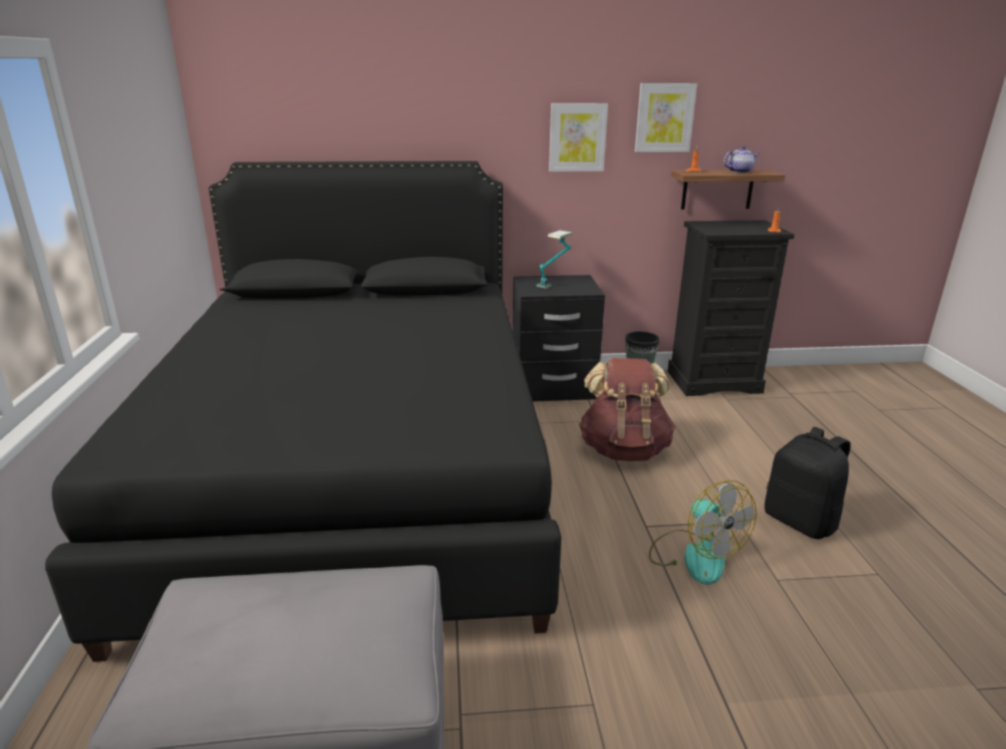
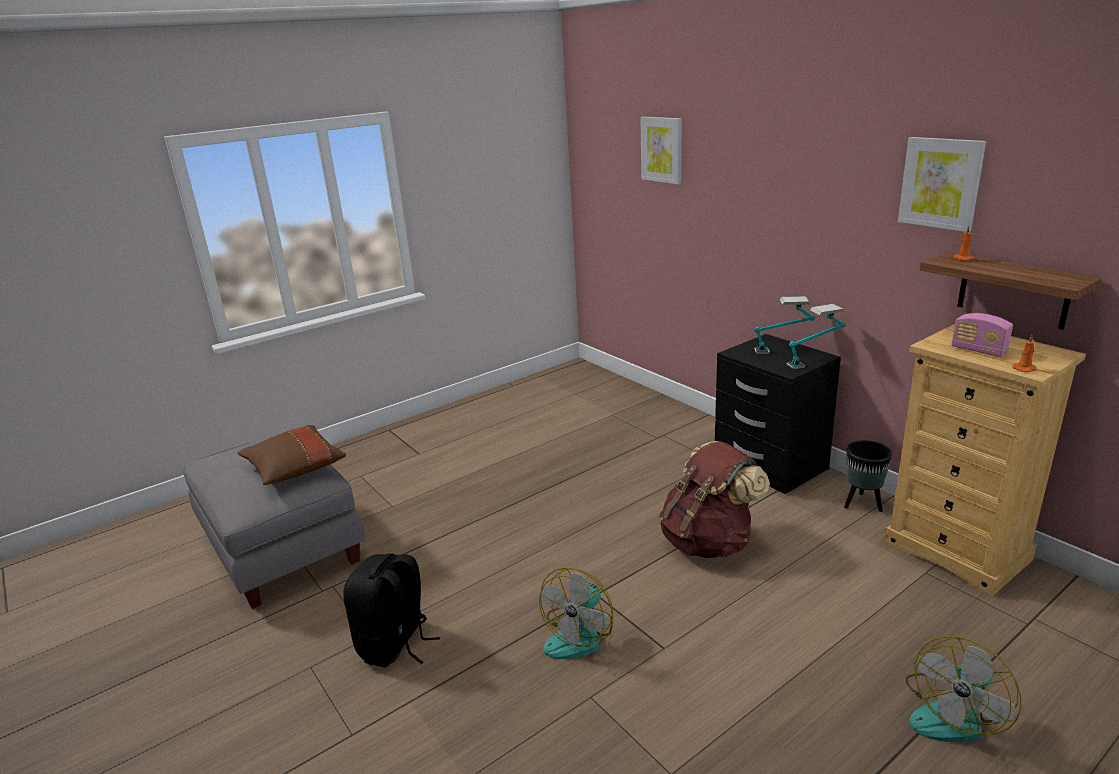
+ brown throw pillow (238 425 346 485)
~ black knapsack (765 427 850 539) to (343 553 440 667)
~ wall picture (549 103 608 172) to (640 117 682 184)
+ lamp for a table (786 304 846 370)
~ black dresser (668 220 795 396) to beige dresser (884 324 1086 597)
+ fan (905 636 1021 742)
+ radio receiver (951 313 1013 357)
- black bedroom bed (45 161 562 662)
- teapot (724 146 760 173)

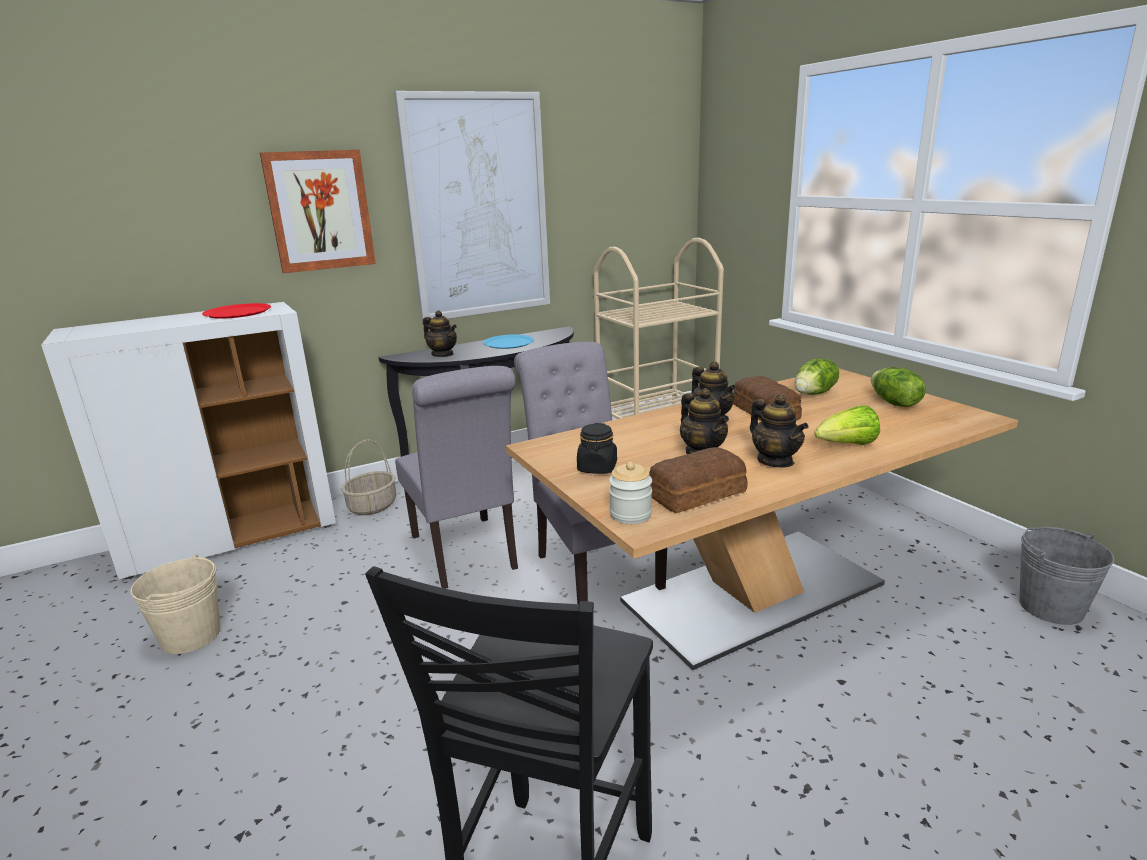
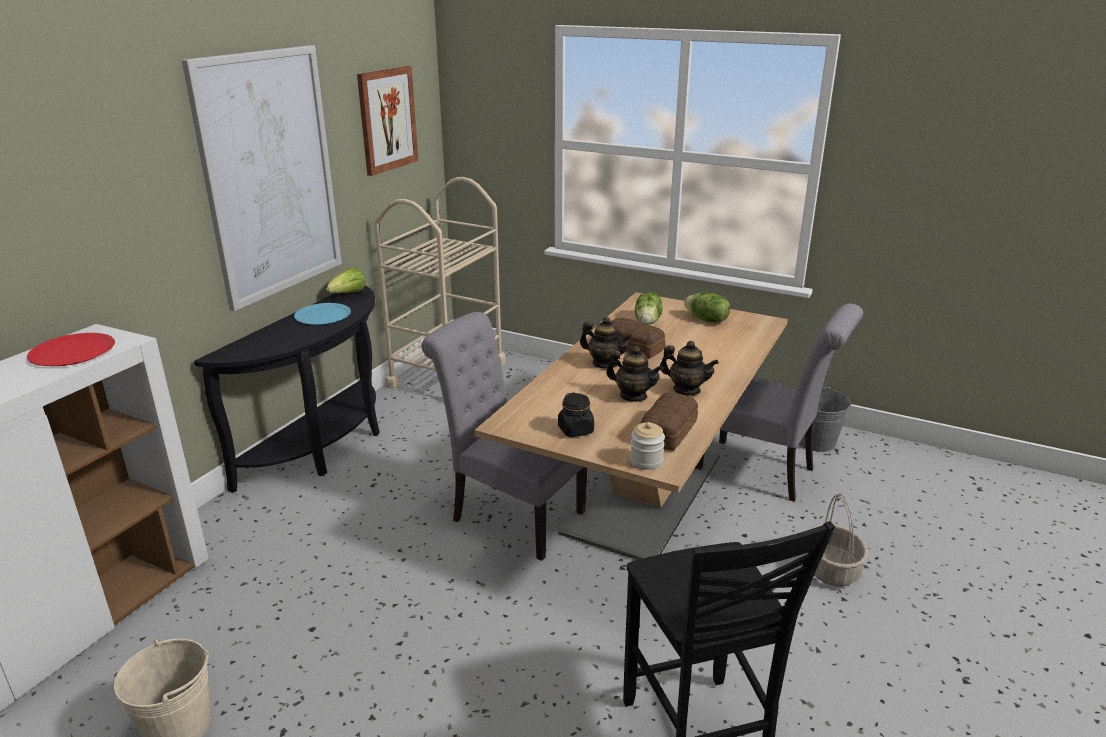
~ lettuce head (815 405 880 445) to (326 267 365 293)
~ wall picture (260 150 376 273) to (357 66 418 176)
~ grey chair (395 366 518 589) to (695 304 863 502)
~ basket (342 439 396 515) to (804 494 868 587)
- teapot (423 311 457 357)

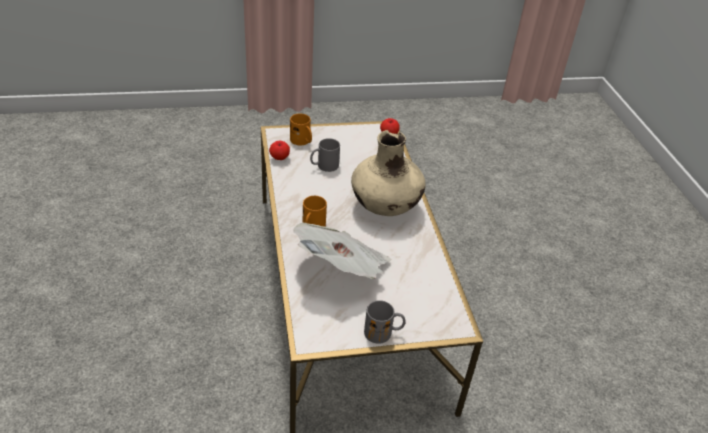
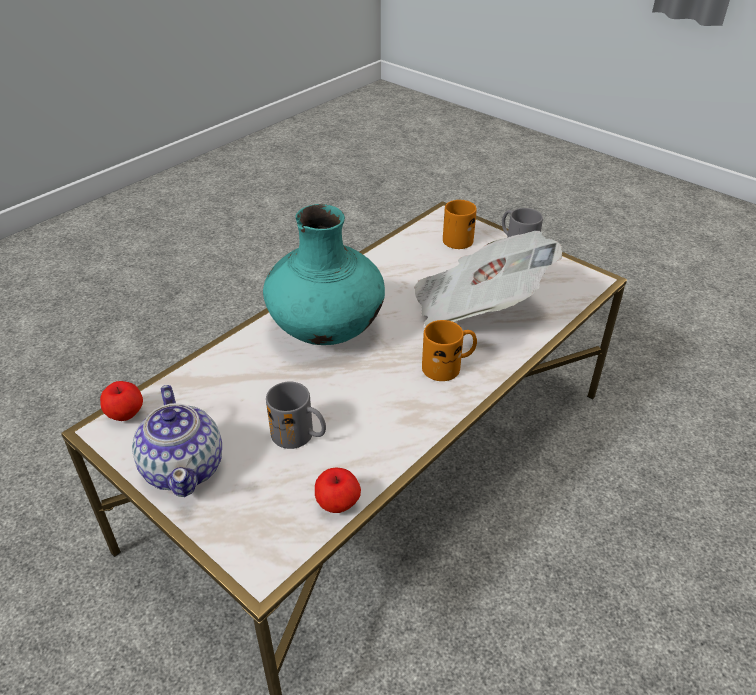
+ teapot (132 385 222 497)
~ beige decorative vase (351 130 426 216) to turquoise-coloured decorative vase (263 204 385 345)
~ orange coffee mug (290 114 312 145) to (443 200 477 249)

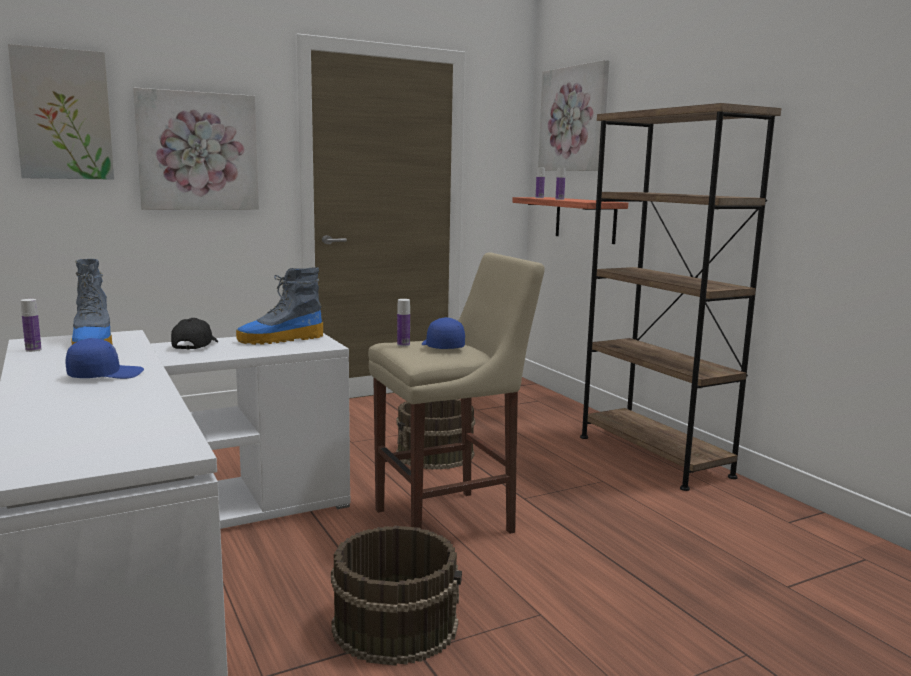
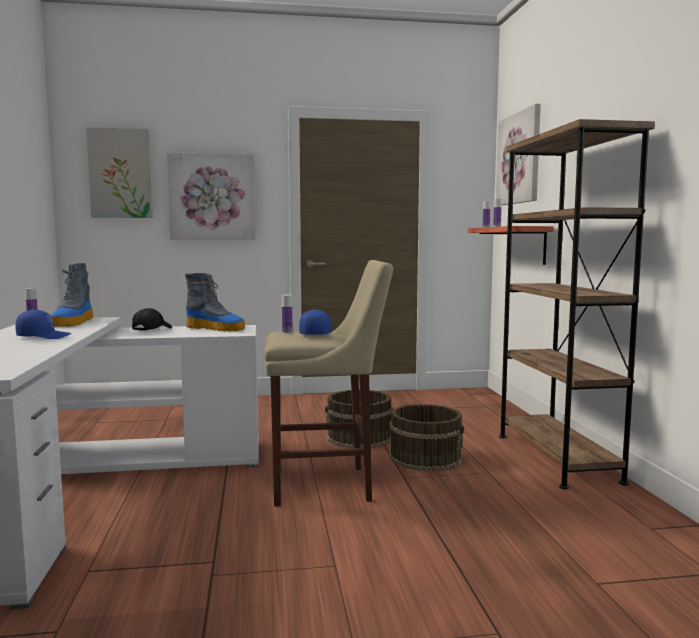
~ tall boot (236 267 323 345) = (185 273 245 332) 150 degrees counterclockwise
~ brown pail (331 526 462 666) to (389 404 464 471)

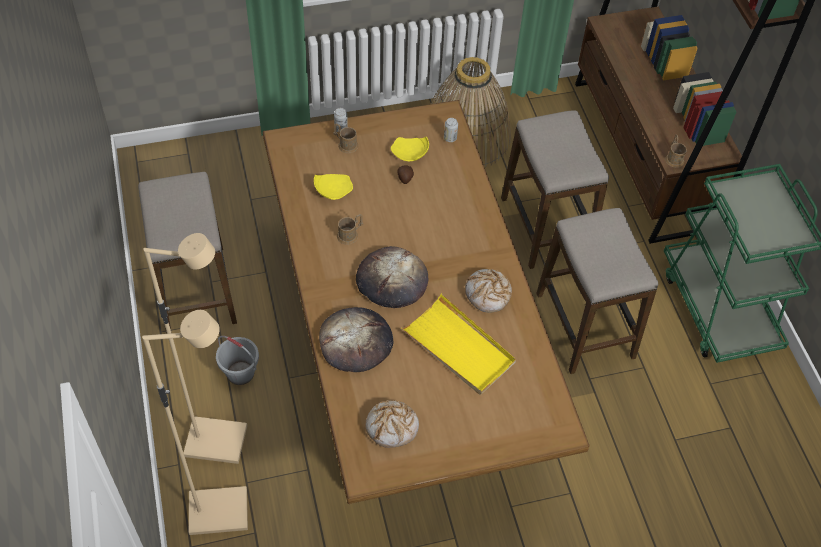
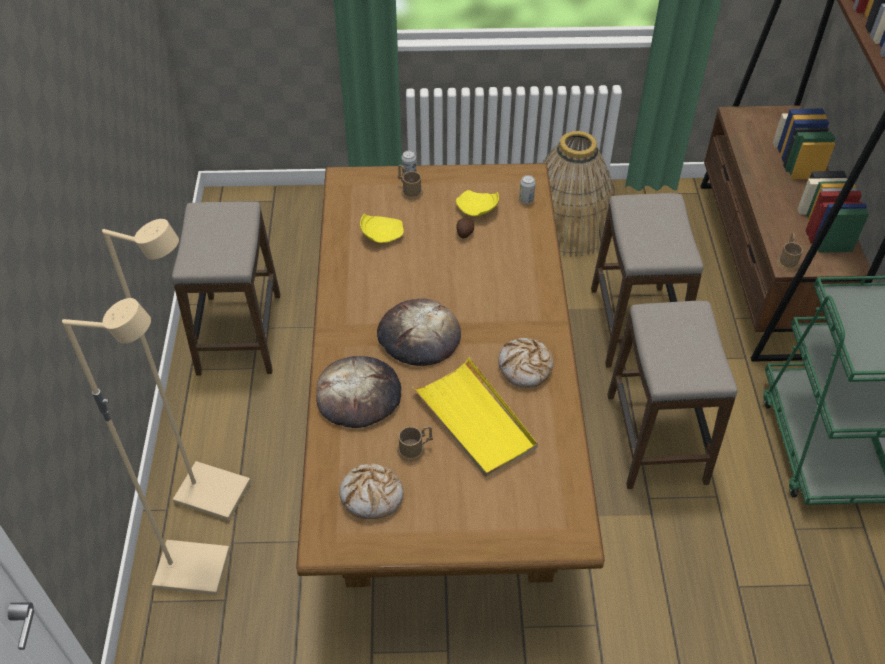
~ brown coffee mug (337 214 363 245) to (397 426 433 462)
- grey pail (216 336 259 385)

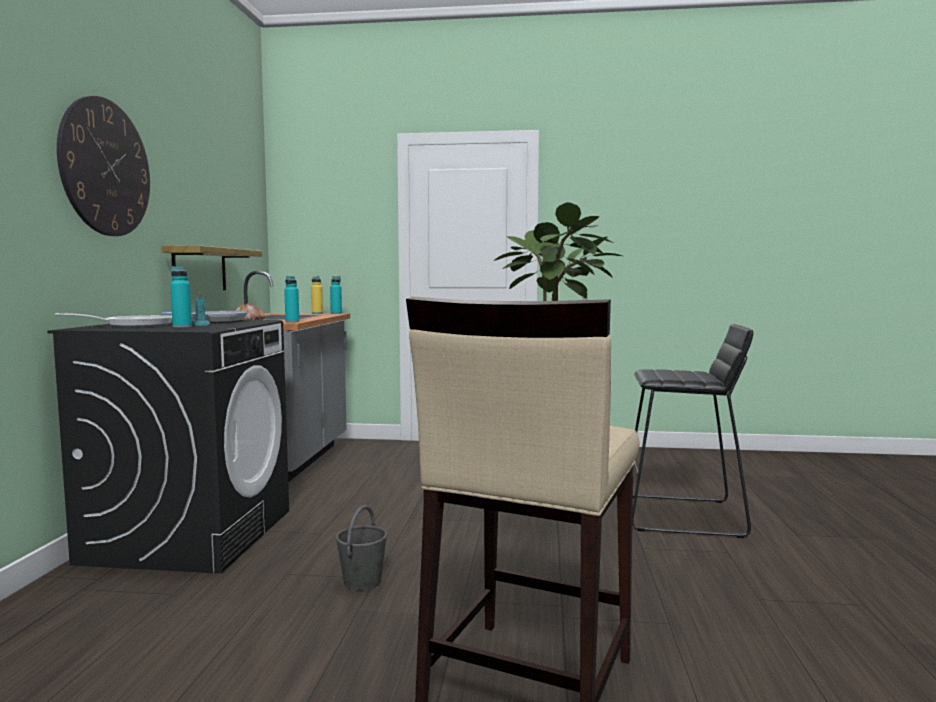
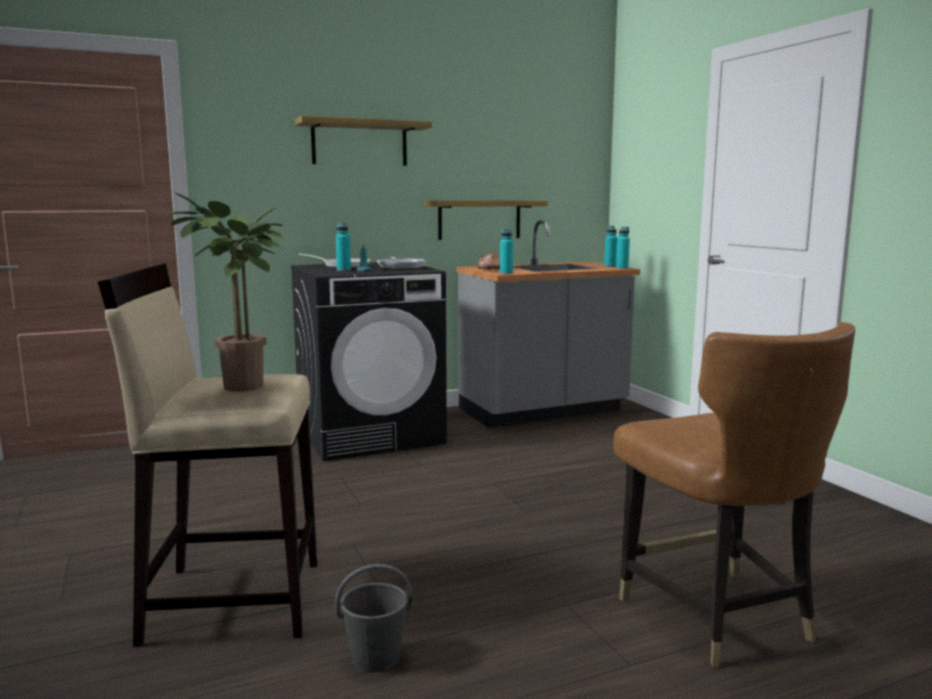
~ clock on the wall (57 96 150 236) to bracket shelf (294 116 432 166)
~ grey pail (336 505 387 591) to (335 564 413 673)
~ yellow drink bottle (311 276 323 314) to turquoise-coloured drink bottle (604 226 617 267)
~ black stool seat (632 324 753 538) to brown chair (613 322 855 668)

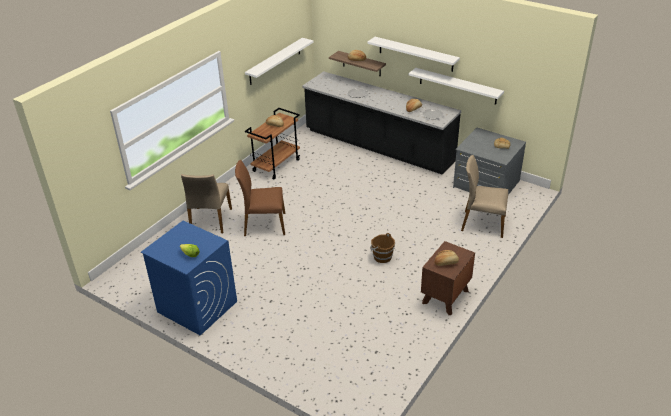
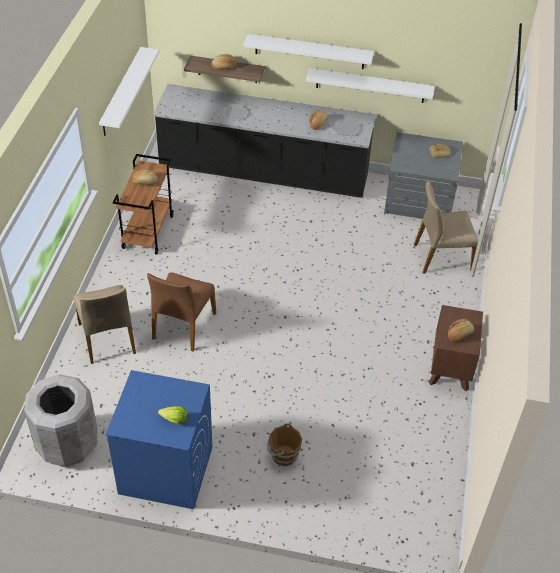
+ grey rubbish bin (24 374 98 467)
~ brown chair (235 160 285 236) = (147 272 216 351) 45 degrees counterclockwise
~ brown pail (370 233 395 263) to (267 423 302 466)

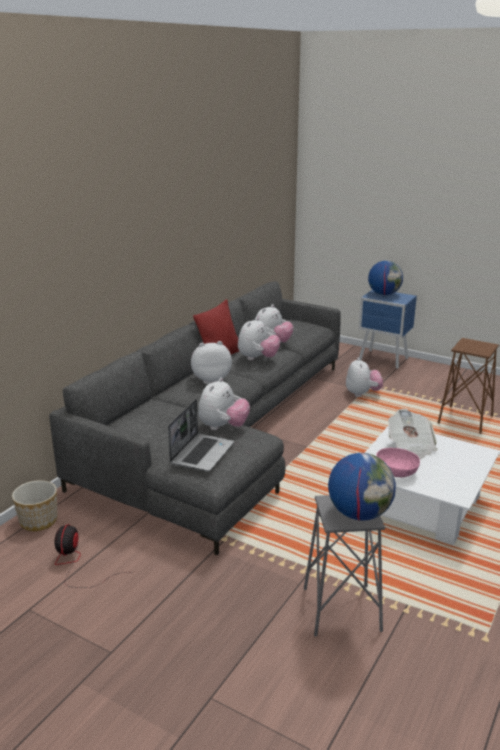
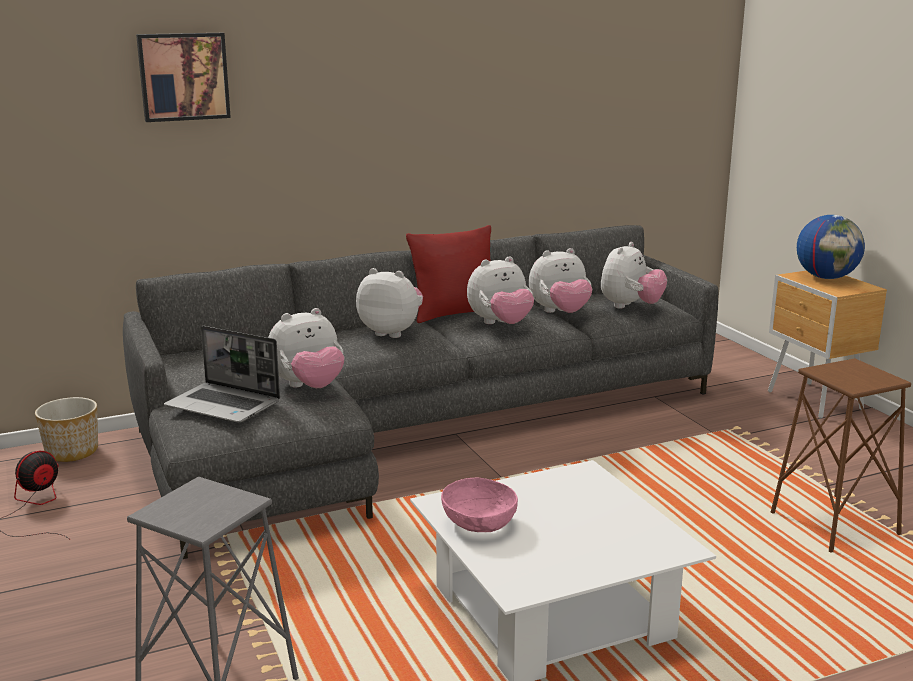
+ wall picture (136 33 231 122)
~ portable computer (168 399 234 471) = (164 326 280 422) 60 degrees clockwise
~ plush toy (346 357 383 397) to (601 242 667 309)
~ blue nightstand (359 290 417 369) to brown nightstand (768 271 887 419)
- world globe (328 453 396 520)
- newspaper (388 409 438 460)

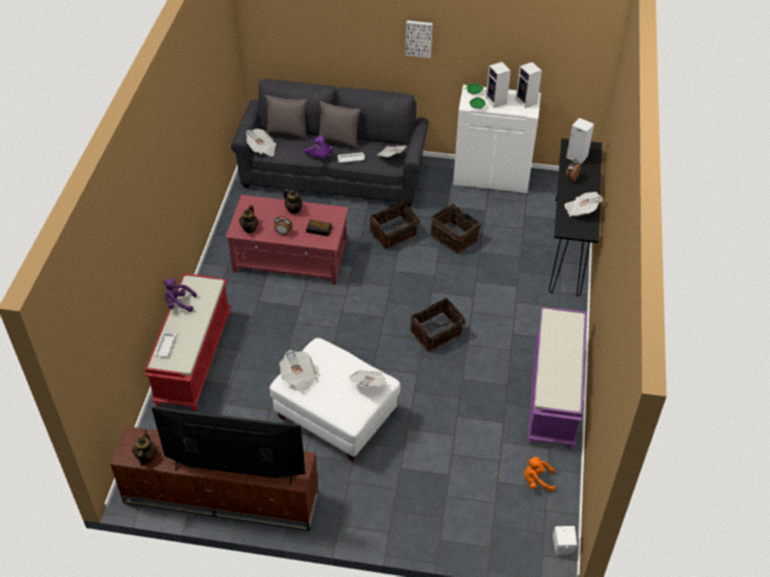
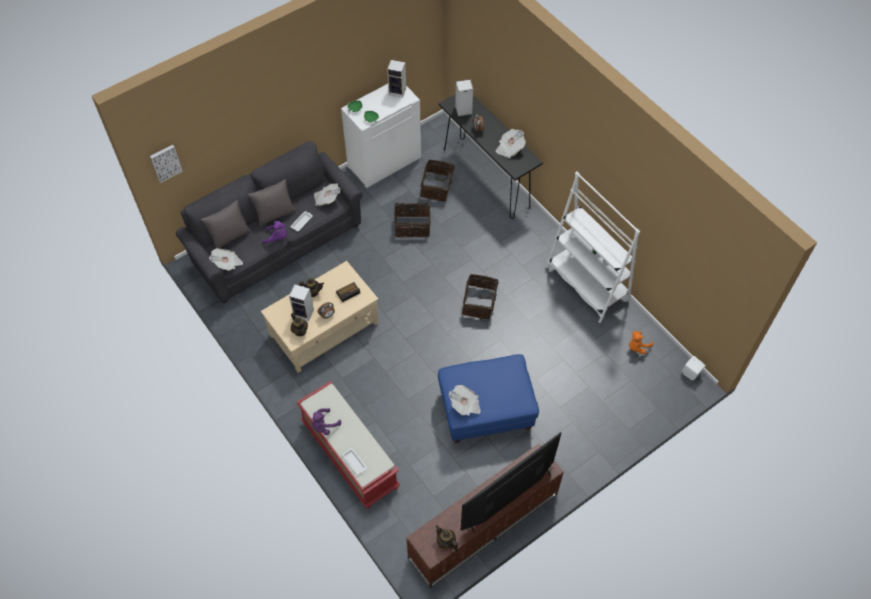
~ wall picture (405 21 433 58) to (150 145 183 183)
~ red-coloured lounge table (226 195 348 285) to beige lounge table (261 261 379 373)
~ speaker (486 62 511 108) to (289 284 314 321)
~ basket (370 201 420 249) to (421 160 459 202)
~ white-coloured pouffe (270 338 400 461) to blue pouffe (438 354 539 443)
~ purple bench (528 307 587 449) to white-coloured bookcase (546 171 640 323)
- newspaper (349 370 386 387)

